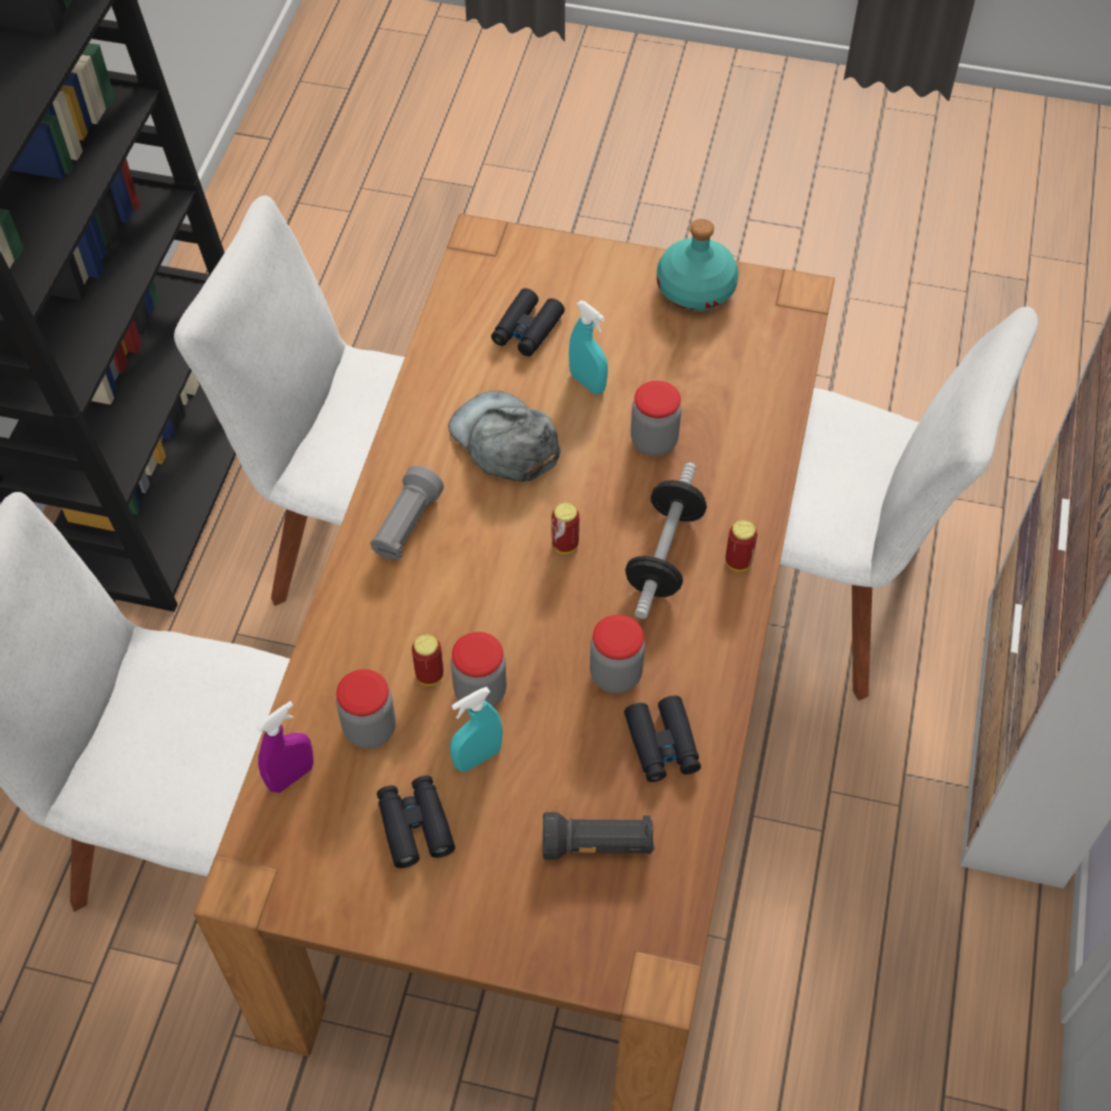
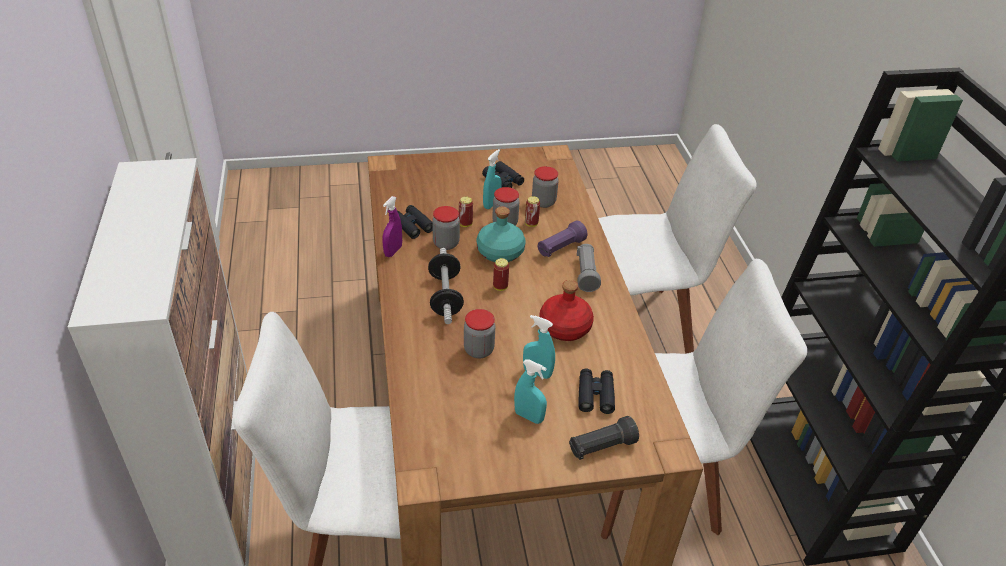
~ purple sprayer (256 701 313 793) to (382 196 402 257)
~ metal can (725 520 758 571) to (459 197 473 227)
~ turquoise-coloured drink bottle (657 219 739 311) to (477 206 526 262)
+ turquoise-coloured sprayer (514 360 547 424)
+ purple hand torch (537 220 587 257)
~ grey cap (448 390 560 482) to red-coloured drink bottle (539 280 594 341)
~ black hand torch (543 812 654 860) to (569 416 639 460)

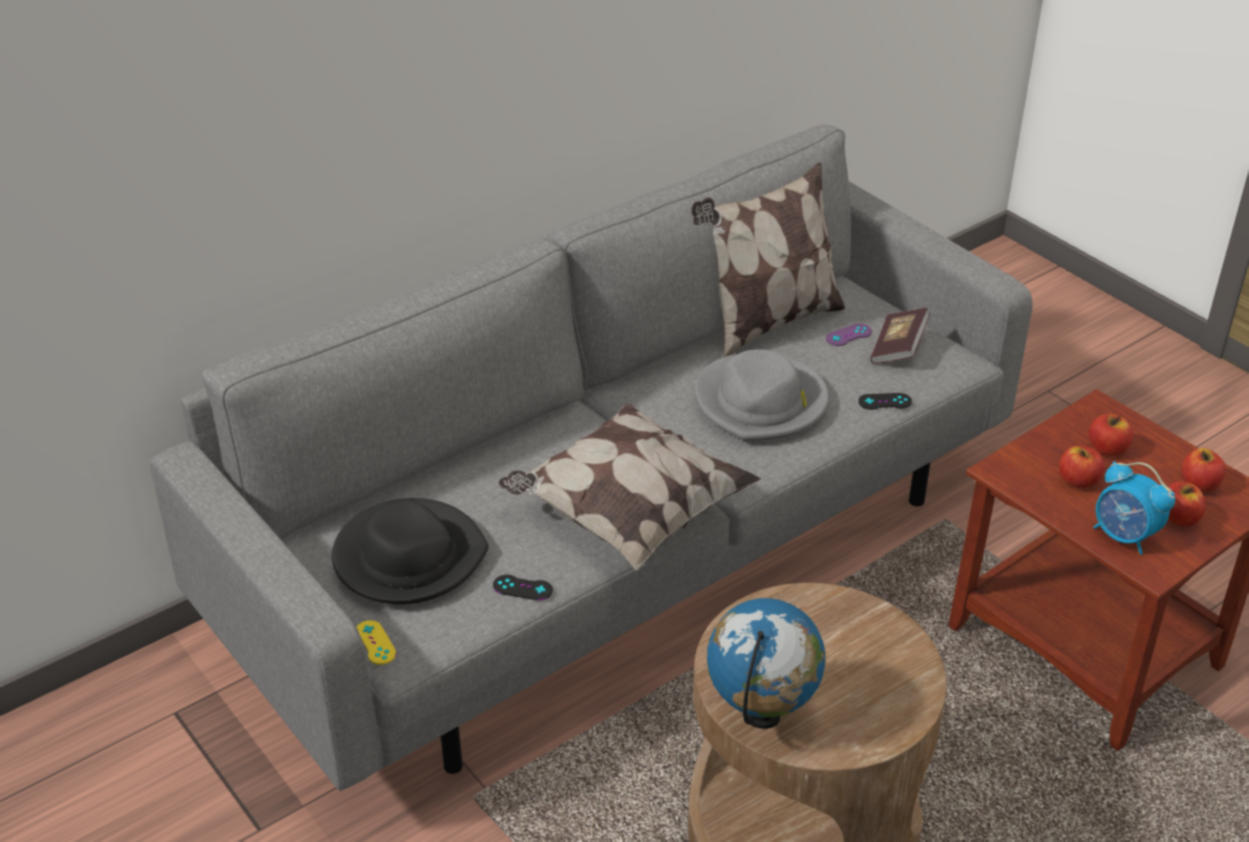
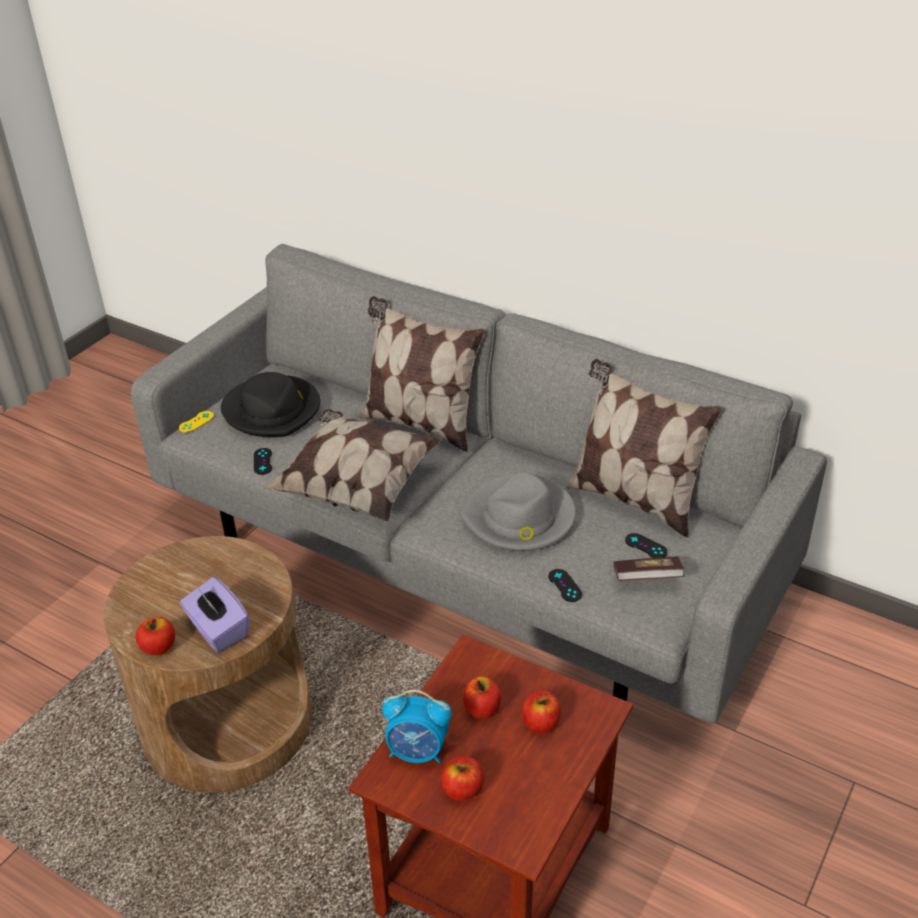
~ apple (1182 448 1225 493) to (136 617 175 655)
+ purple tissue holder (180 577 249 653)
+ throw pillow (359 296 485 452)
~ alarm clock (1093 461 1175 555) = (382 690 452 764) 105 degrees counterclockwise
~ purple gamepad (826 324 872 346) to black gamepad (625 533 667 558)
- world globe (707 598 825 729)

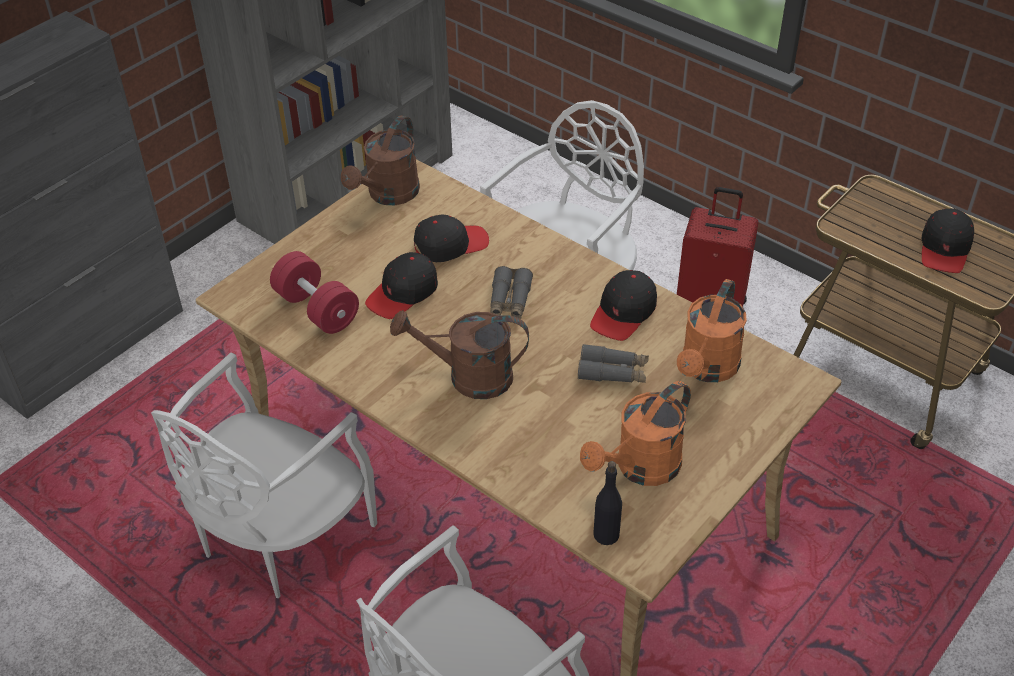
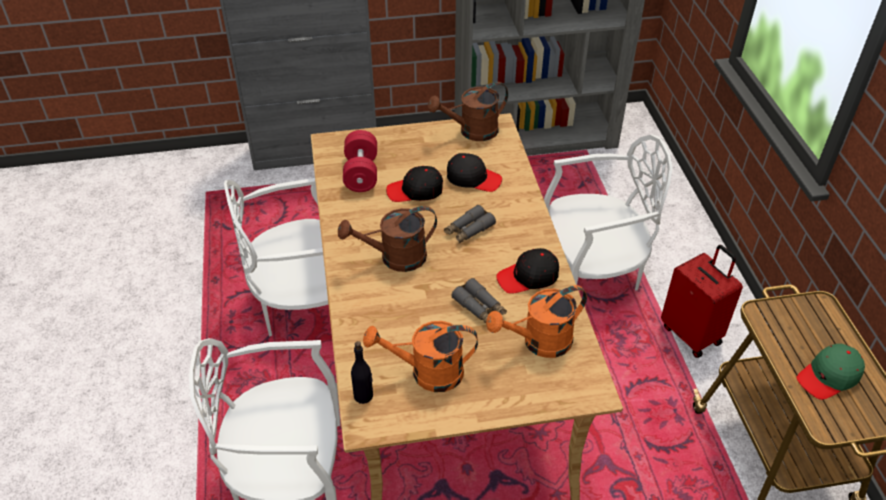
~ brown watering can (390 310 529 399) = (338 206 437 272) 60 degrees counterclockwise
~ black cap (922 209 974 273) to green cap (797 344 865 400)

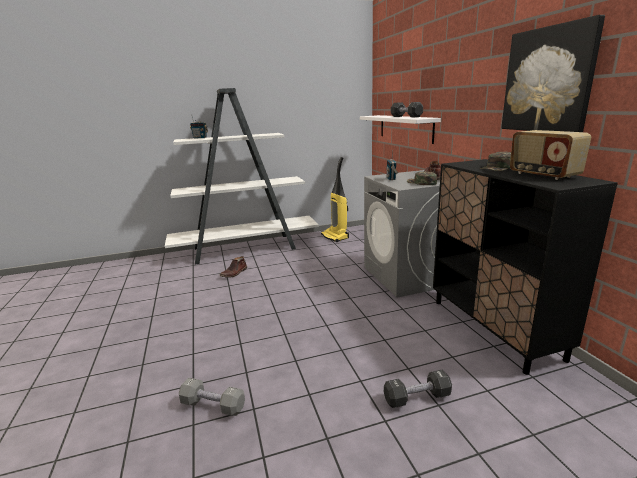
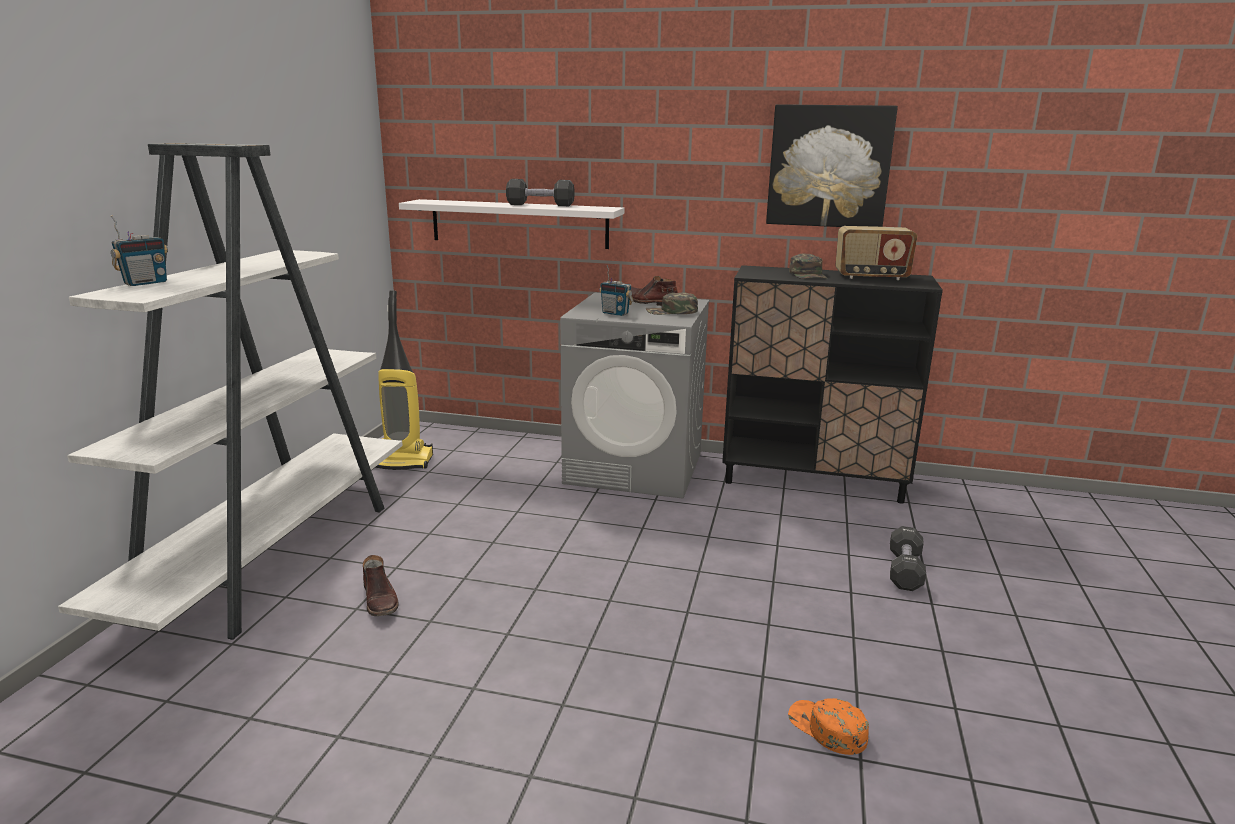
~ grey dumbbell (179 378 245 416) to orange cap (788 698 869 755)

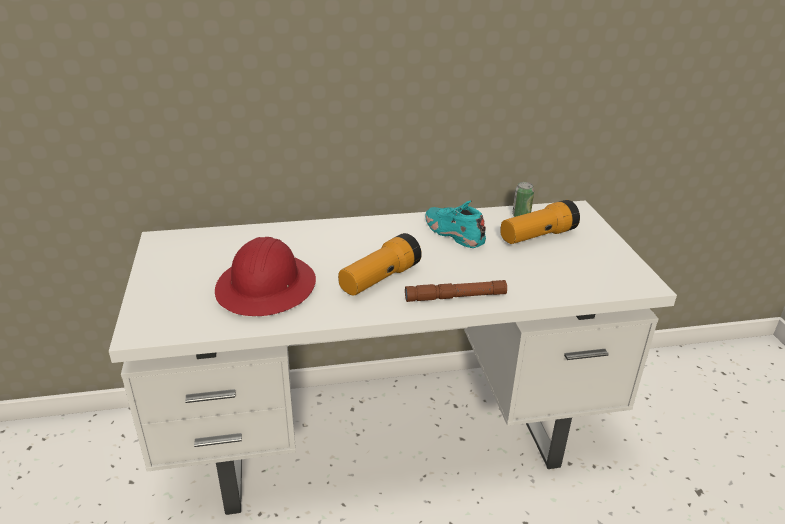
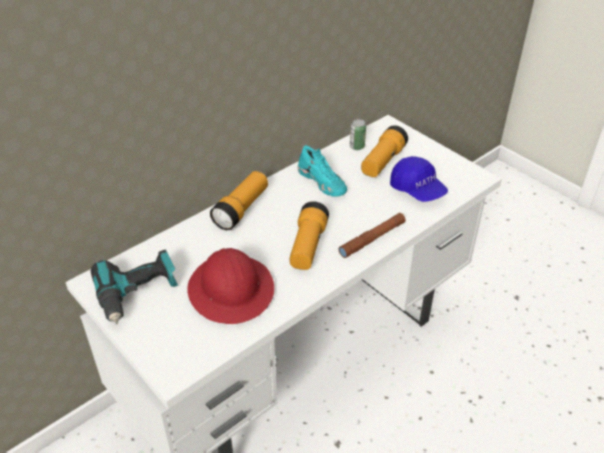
+ drill (91 249 178 324)
+ hand torch (210 171 268 230)
~ turquoise-coloured low shoe (425 200 486 248) = (298 145 347 197) 150 degrees counterclockwise
+ blue cap (390 156 448 202)

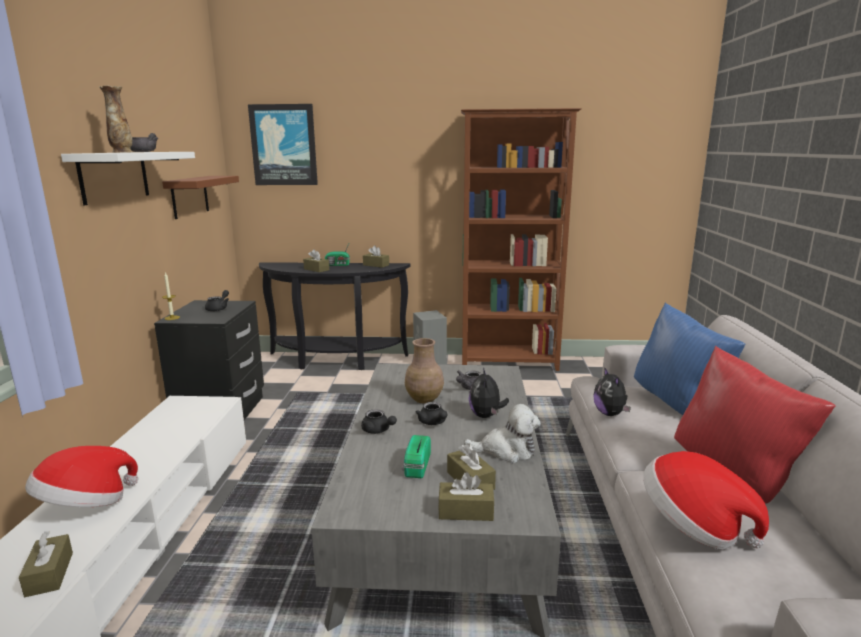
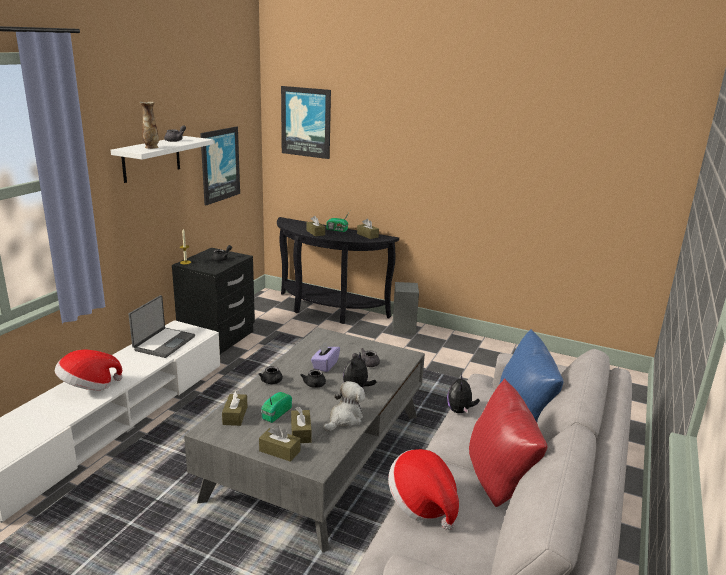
+ portable computer (129 295 195 358)
~ brown bracket shelf (162 176 239 219) to wall picture (200 127 240 205)
~ brown tissue holder (19 531 73 597) to (222 390 247 426)
~ brown decorative vase (405 338 444 403) to purple tissue holder (311 342 340 372)
~ plush toy (464 404 541 463) = (323 381 365 431) 75 degrees counterclockwise
- brown bookcase (461 108 582 371)

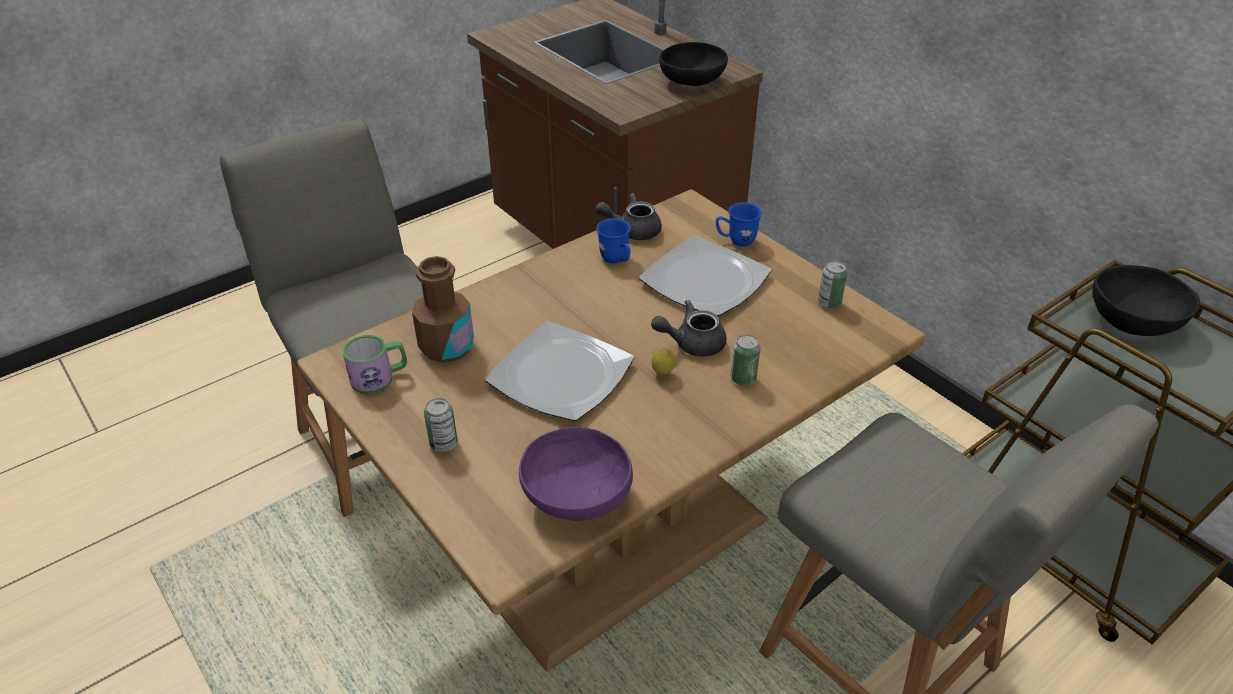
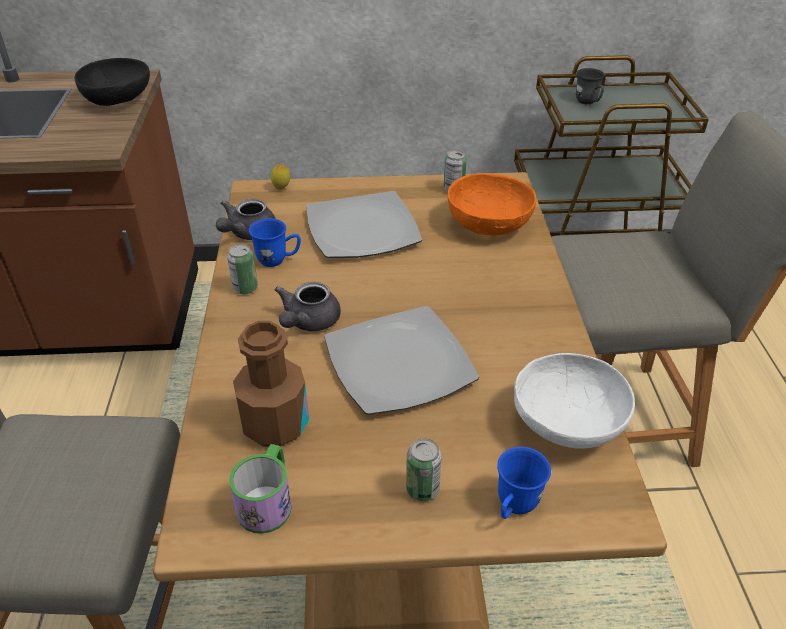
~ metal can (731 334 760 386) to (227 244 258 294)
~ citrus fruit (651 348 676 375) to (271 164 290 189)
~ grey teapot (651 300 727 357) to (275 282 341 331)
+ orange serving bowl (448 173 537 236)
~ blue coffee mug (716 202 762 247) to (497 447 551 519)
~ purple serving bowl (519 427 633 521) to white-coloured serving bowl (514 353 635 449)
~ black serving bowl (1092 265 1200 336) to grey coffee mug (576 68 604 104)

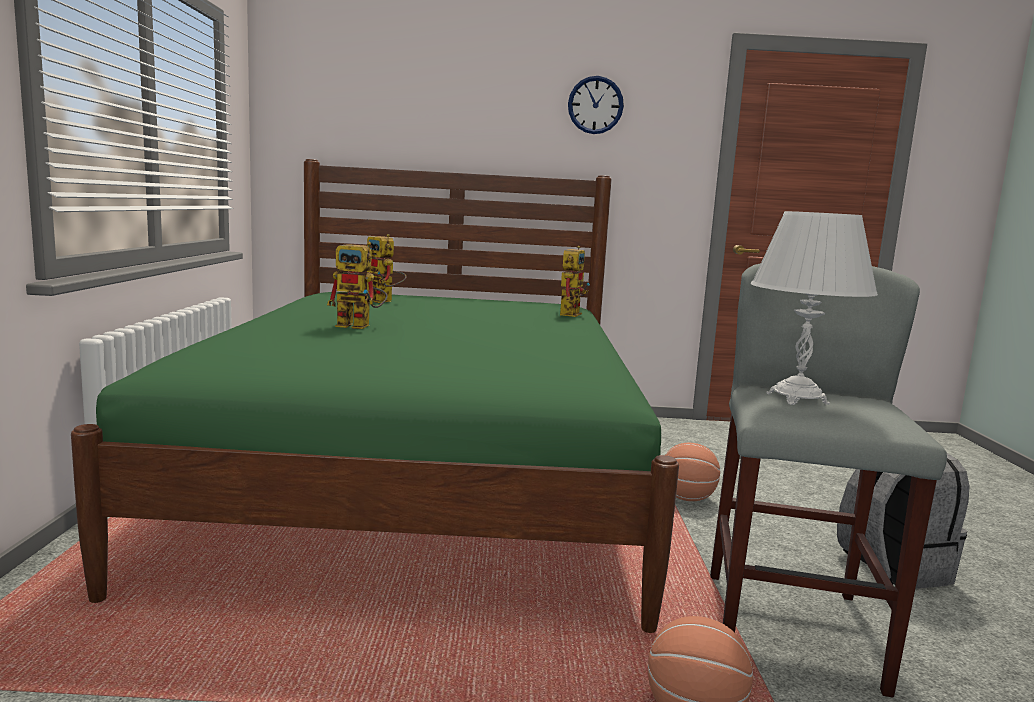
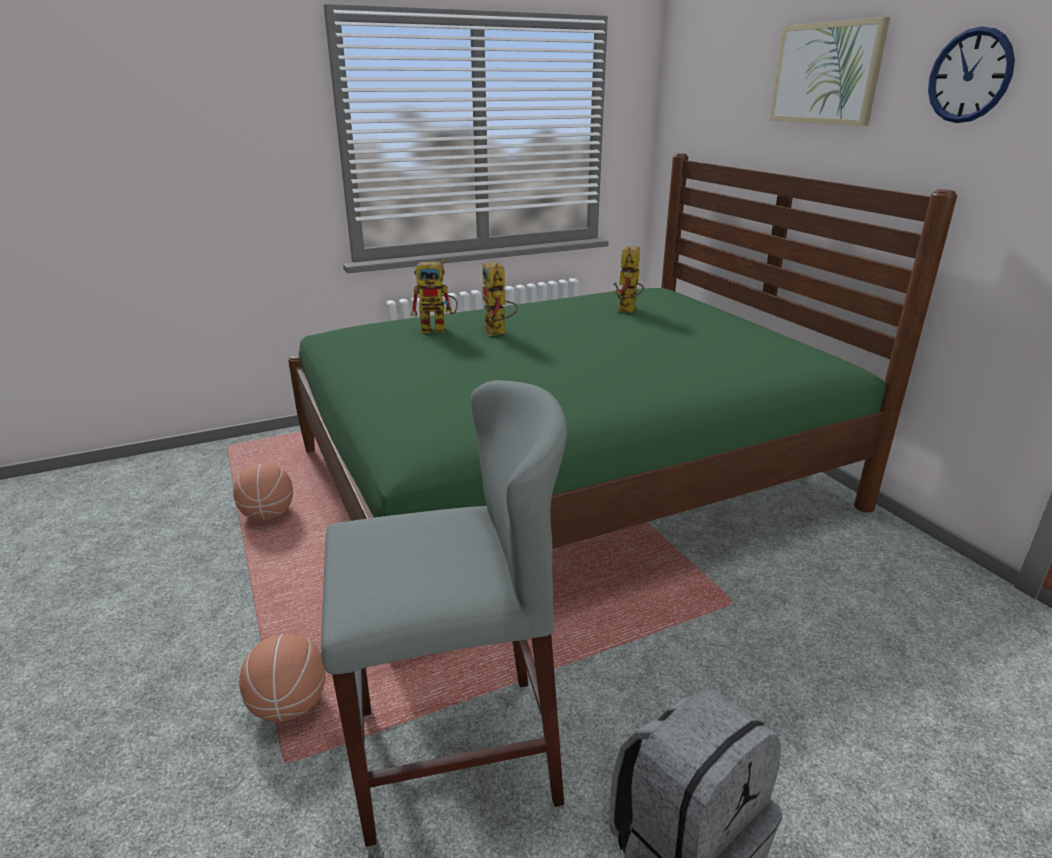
~ basketball ball (666 443 720 501) to (233 463 293 520)
~ toy robot (560 246 590 317) to (411 259 458 333)
+ wall picture (770 17 890 126)
- white-coloured lamp for a table (751 211 878 405)

